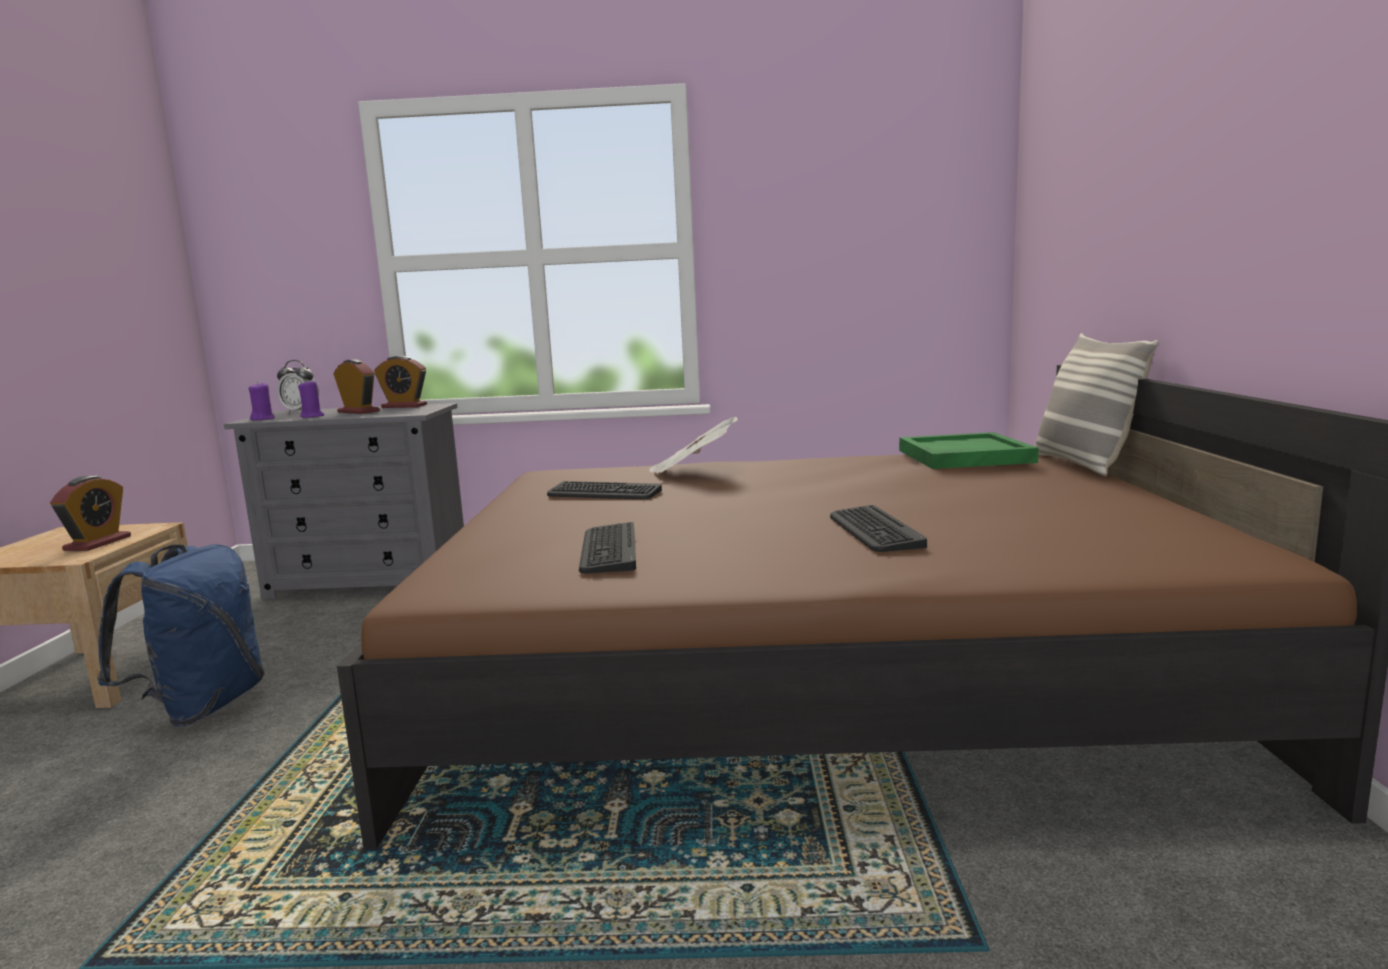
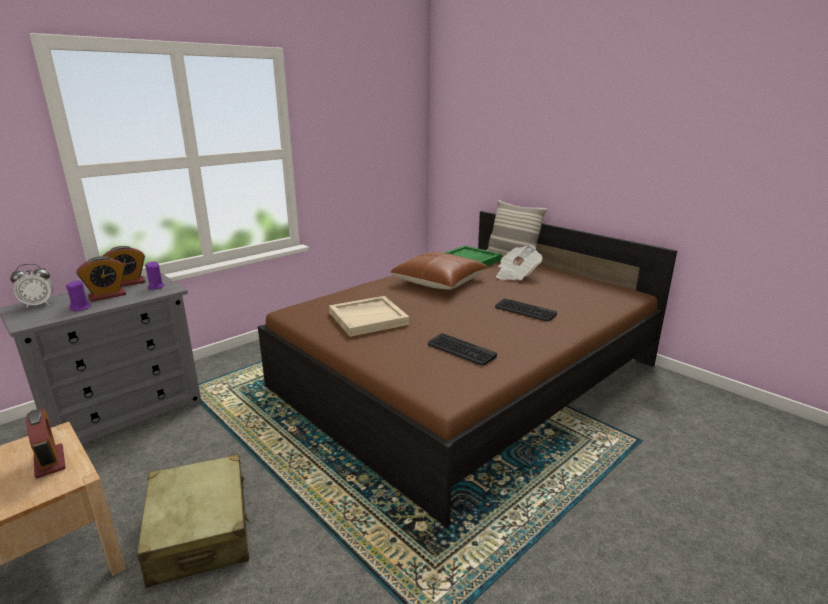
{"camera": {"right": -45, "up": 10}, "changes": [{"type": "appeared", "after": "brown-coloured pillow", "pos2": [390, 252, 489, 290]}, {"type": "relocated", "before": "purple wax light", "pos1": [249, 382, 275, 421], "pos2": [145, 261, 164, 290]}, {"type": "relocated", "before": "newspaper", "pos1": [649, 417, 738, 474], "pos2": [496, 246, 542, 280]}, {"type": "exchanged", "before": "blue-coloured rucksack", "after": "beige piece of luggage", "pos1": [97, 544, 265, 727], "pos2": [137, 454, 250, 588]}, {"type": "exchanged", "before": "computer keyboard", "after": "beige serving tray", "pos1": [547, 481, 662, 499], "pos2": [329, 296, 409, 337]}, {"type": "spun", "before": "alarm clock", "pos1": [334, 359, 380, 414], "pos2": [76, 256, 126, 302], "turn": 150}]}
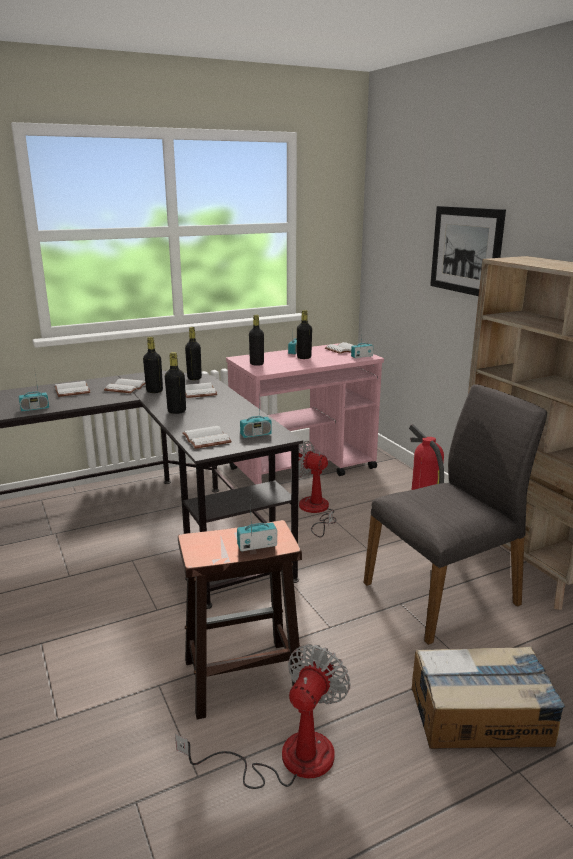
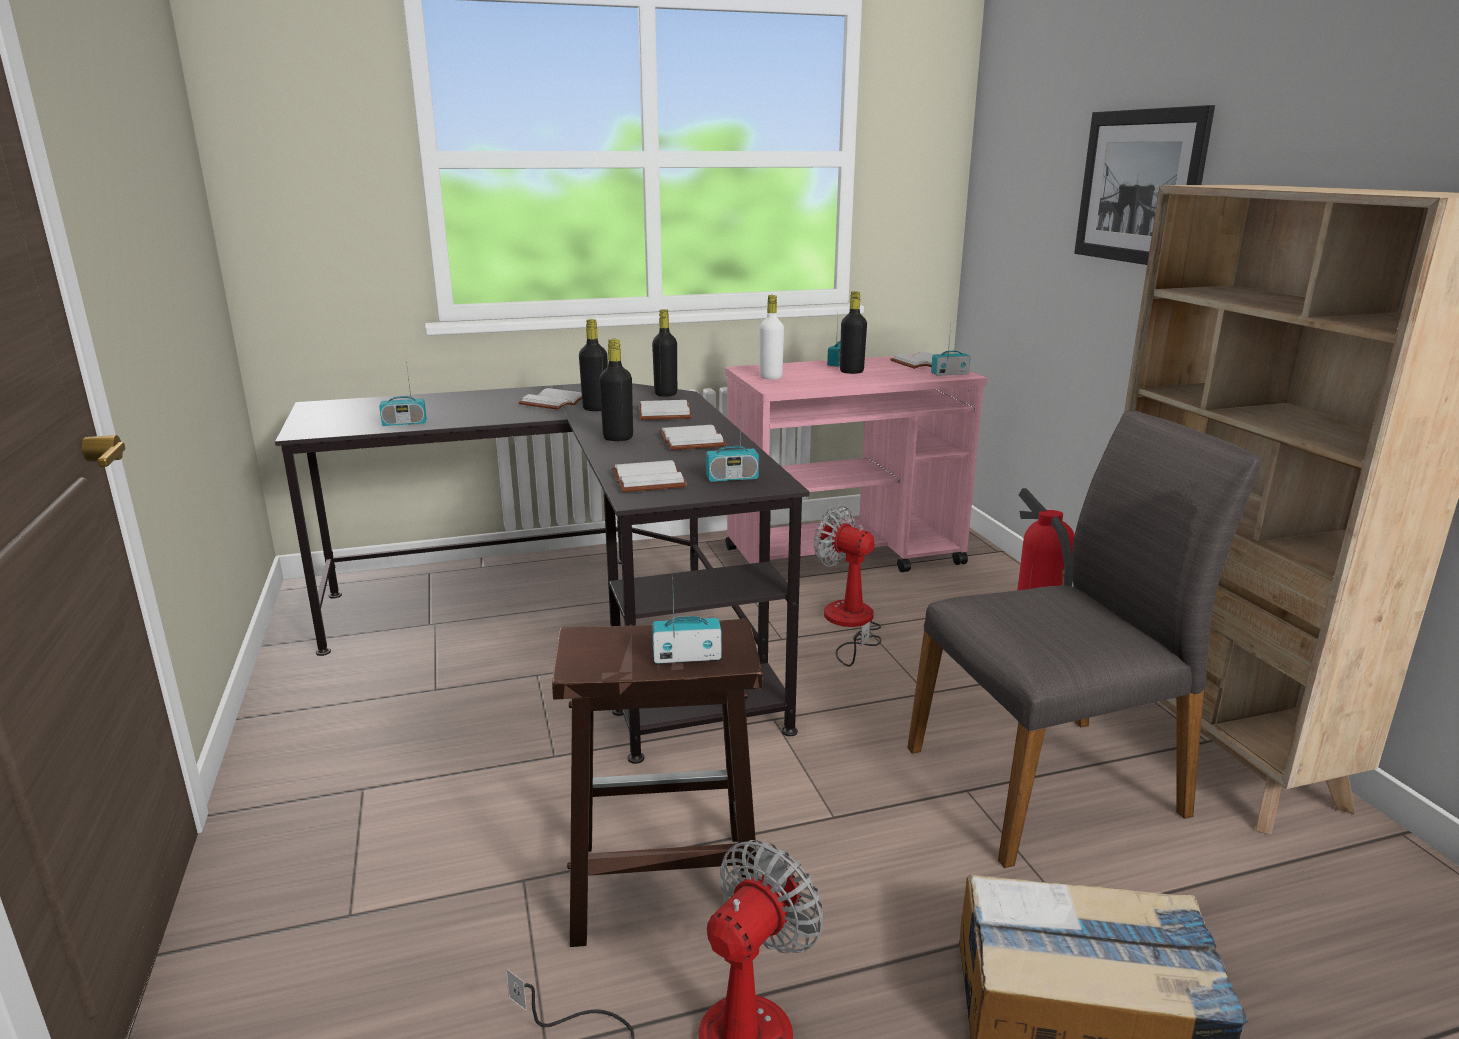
{"camera": {"right": 10, "up": 0}, "changes": [{"type": "relocated", "before": "whitish volume", "pos1": [55, 381, 91, 397], "pos2": [659, 425, 727, 450]}, {"type": "colour", "before": "black-coloured bottle", "after": "whitish bottle", "pos1": [249, 314, 264, 366], "pos2": [759, 295, 784, 379]}]}
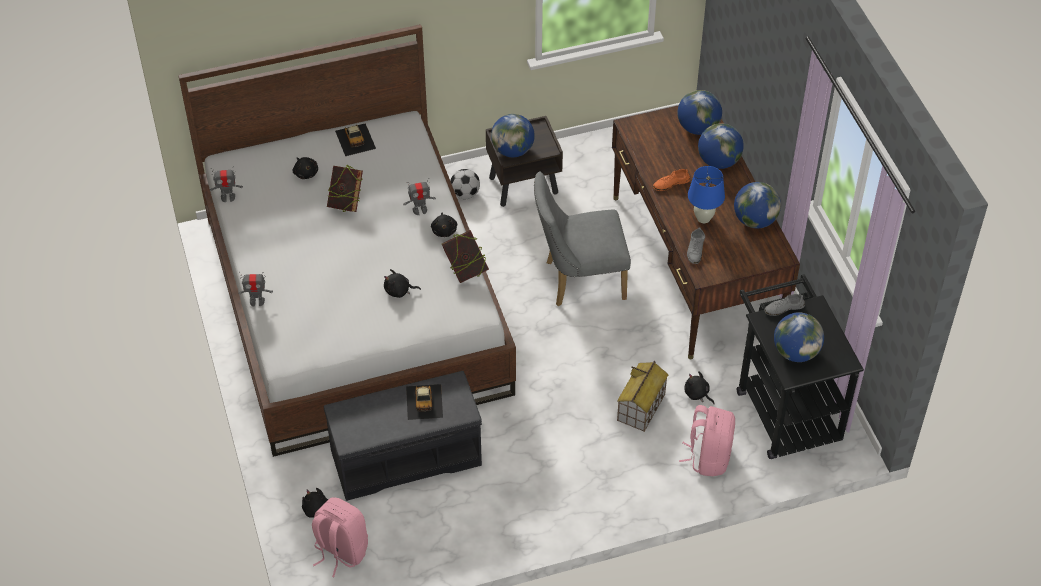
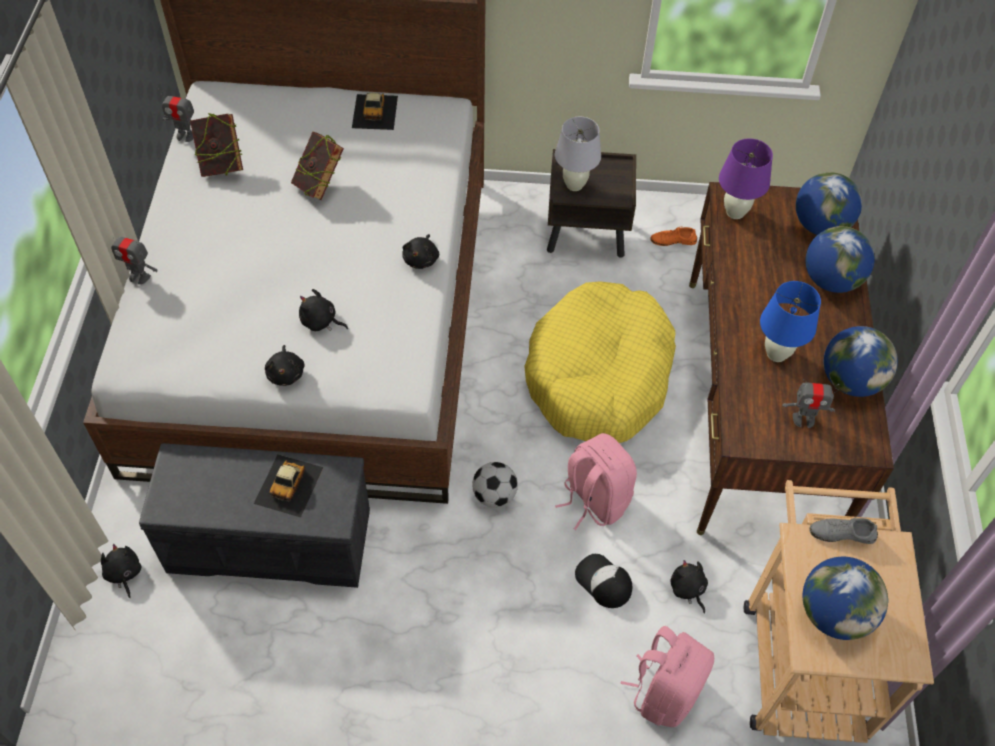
{"camera": {"right": 20, "up": 5}, "changes": [{"type": "missing", "before": "greyish item of footwear", "pos1": [687, 227, 705, 264]}, {"type": "appeared", "after": "purple lamp for a table", "pos2": [719, 138, 773, 219]}, {"type": "relocated", "before": "black-coloured cuddly toy", "pos1": [293, 157, 318, 179], "pos2": [265, 345, 305, 386]}, {"type": "relocated", "before": "pink-coloured rucksack", "pos1": [312, 497, 368, 577], "pos2": [555, 433, 637, 530]}, {"type": "relocated", "before": "toy robot", "pos1": [403, 178, 436, 215], "pos2": [782, 379, 839, 428]}, {"type": "relocated", "before": "volume", "pos1": [442, 230, 489, 283], "pos2": [190, 112, 243, 177]}, {"type": "relocated", "before": "football ball", "pos1": [450, 169, 480, 199], "pos2": [472, 462, 518, 508]}, {"type": "relocated", "before": "orange item of footwear", "pos1": [653, 169, 690, 191], "pos2": [650, 226, 697, 246]}, {"type": "exchanged", "before": "desk globe", "after": "whitish lamp for a table", "pos1": [491, 114, 535, 157], "pos2": [555, 117, 601, 191]}, {"type": "exchanged", "before": "greyish upright chair", "after": "yellowish dog bed", "pos1": [534, 172, 631, 306], "pos2": [524, 281, 676, 443]}, {"type": "exchanged", "before": "miniature house", "after": "baseball cap", "pos1": [617, 361, 669, 432], "pos2": [575, 554, 632, 608]}, {"type": "colour", "before": "black-coloured trolley", "after": "beige trolley", "pos1": [736, 274, 864, 459], "pos2": [744, 480, 934, 743]}]}
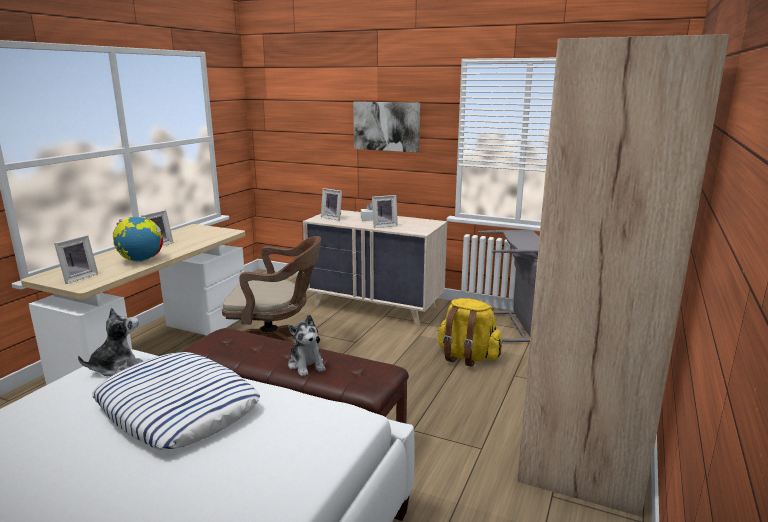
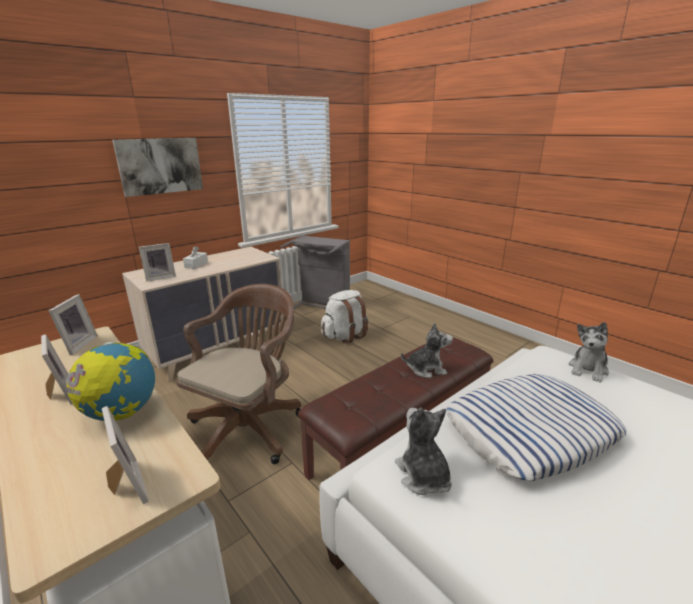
{"camera": {"right": -65, "up": 5}, "changes": [{"type": "missing", "before": "beige armoire", "pos1": [517, 34, 730, 517]}, {"type": "appeared", "after": "cuddly toy", "pos2": [569, 322, 609, 382]}, {"type": "relocated", "before": "picture frame", "pos1": [372, 195, 398, 228], "pos2": [48, 294, 98, 355]}, {"type": "colour", "before": "yellowish rucksack", "after": "whitish rucksack", "pos1": [438, 298, 502, 367], "pos2": [321, 290, 368, 344]}]}
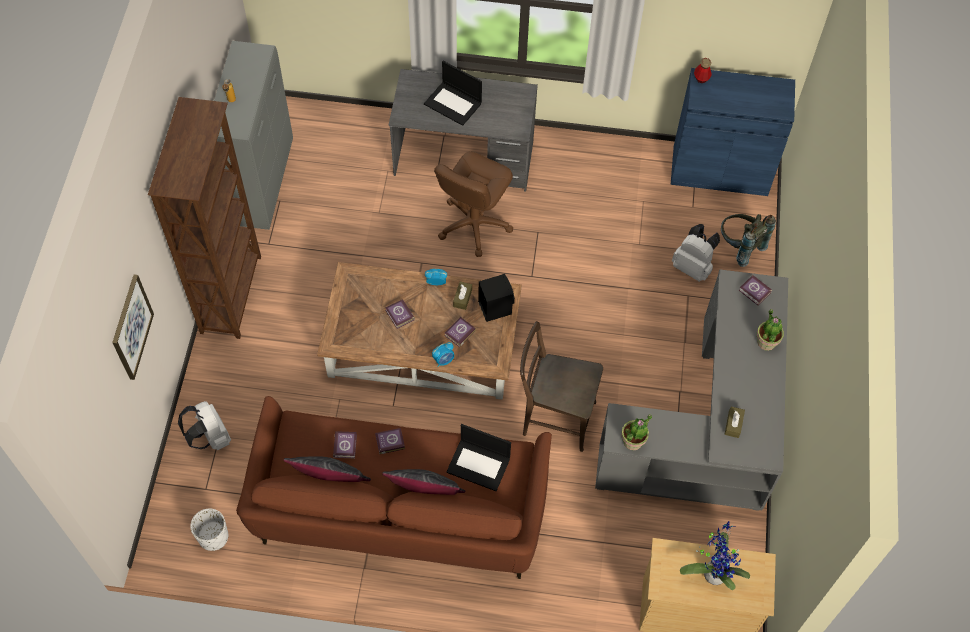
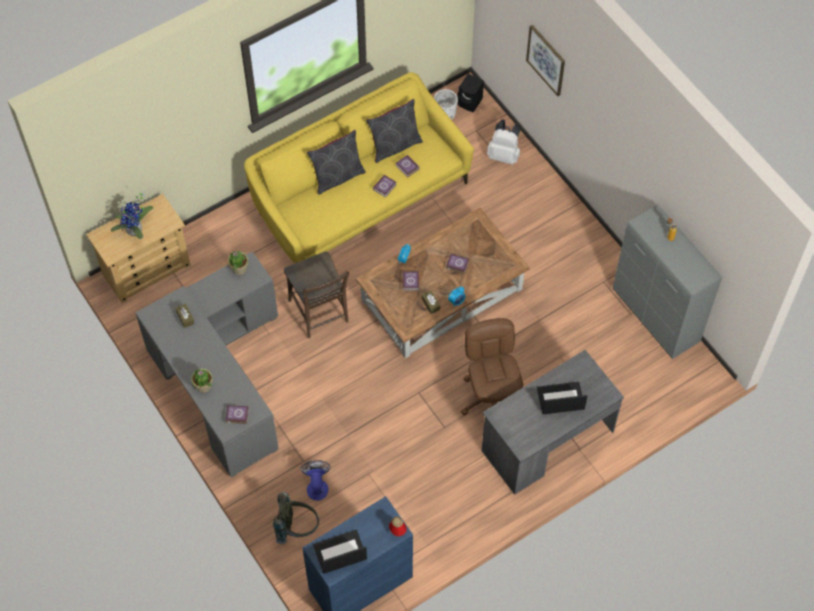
{"camera": {"right": 140, "up": 0}, "changes": [{"type": "missing", "before": "brown-coloured shelving unit", "pos1": [148, 97, 261, 339]}, {"type": "relocated", "before": "portable computer", "pos1": [446, 424, 511, 491], "pos2": [313, 530, 367, 574]}, {"type": "relocated", "before": "black-coloured audio speaker", "pos1": [478, 274, 515, 322], "pos2": [457, 74, 484, 112]}, {"type": "exchanged", "before": "whitish rucksack", "after": "electric fan", "pos1": [672, 224, 720, 282], "pos2": [300, 460, 331, 501]}, {"type": "colour", "before": "brown-coloured sofa", "after": "yellowish sofa", "pos1": [236, 396, 552, 579], "pos2": [244, 72, 474, 263]}, {"type": "spun", "before": "brown-coloured upright chair", "pos1": [520, 321, 603, 452], "pos2": [284, 252, 349, 338], "turn": 90}]}
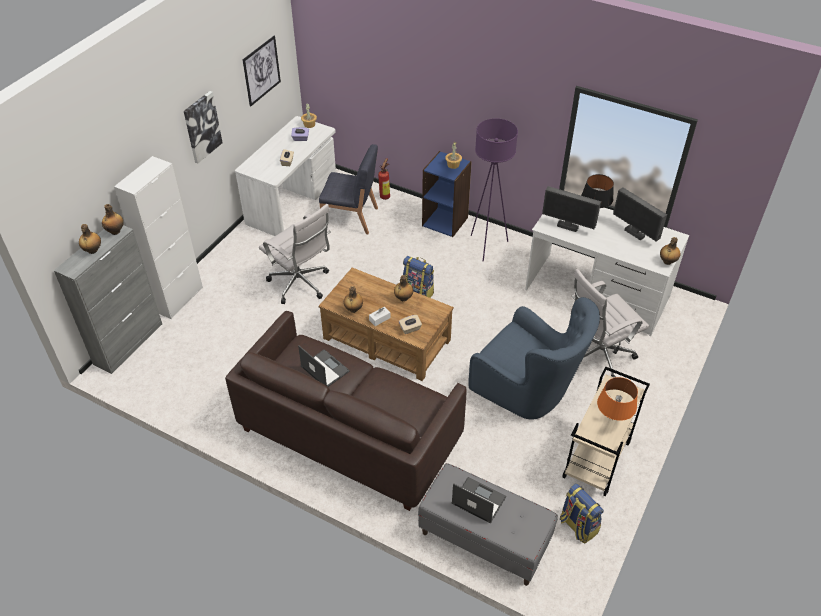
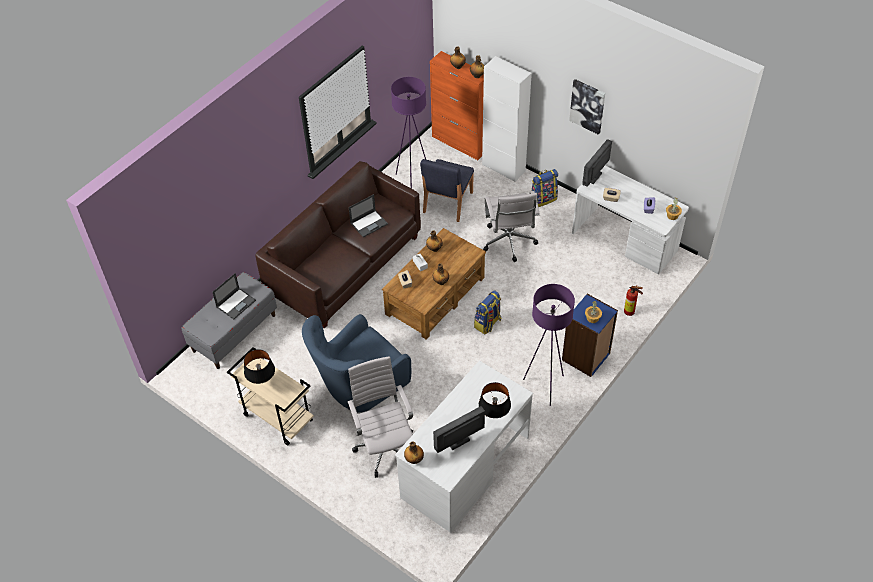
{"camera": {"right": 100, "up": 5}, "changes": [{"type": "missing", "before": "wall art", "pos1": [242, 36, 281, 107]}, {"type": "appeared", "after": "purple floor lamp", "pos2": [391, 77, 426, 189]}, {"type": "relocated", "before": "blue-coloured upright chair", "pos1": [319, 144, 378, 234], "pos2": [420, 159, 474, 222]}, {"type": "relocated", "before": "computer screen", "pos1": [542, 186, 601, 232], "pos2": [582, 139, 612, 187]}, {"type": "relocated", "before": "rucksack", "pos1": [560, 483, 604, 543], "pos2": [532, 169, 558, 207]}, {"type": "colour", "before": "greyish cabinet", "after": "orange cabinet", "pos1": [54, 225, 162, 374], "pos2": [430, 51, 484, 160]}, {"type": "colour", "before": "orange lamp for a table", "after": "black-coloured lamp for a table", "pos1": [597, 377, 638, 421], "pos2": [244, 349, 275, 384]}, {"type": "spun", "before": "whitish desk chair", "pos1": [259, 204, 331, 304], "pos2": [483, 191, 539, 262], "turn": -60}]}
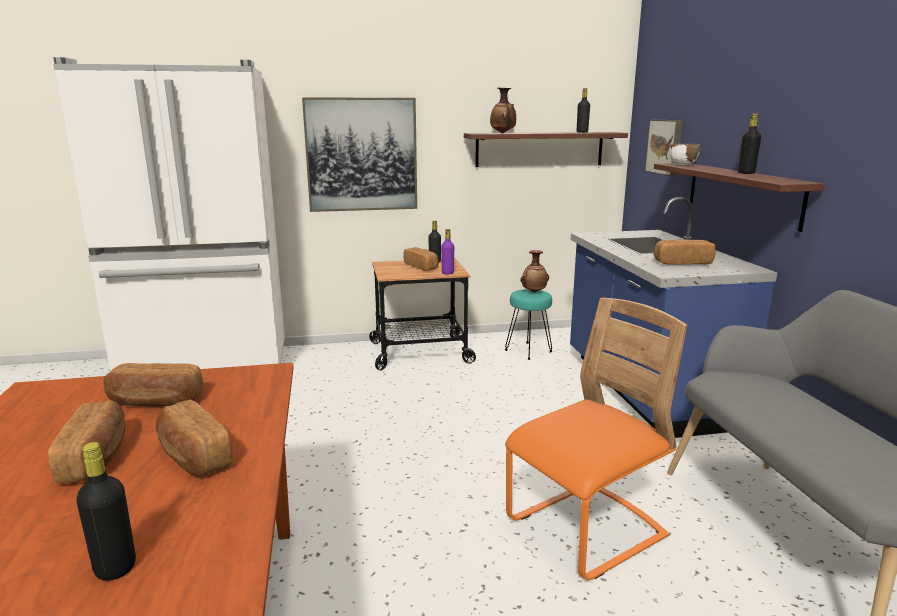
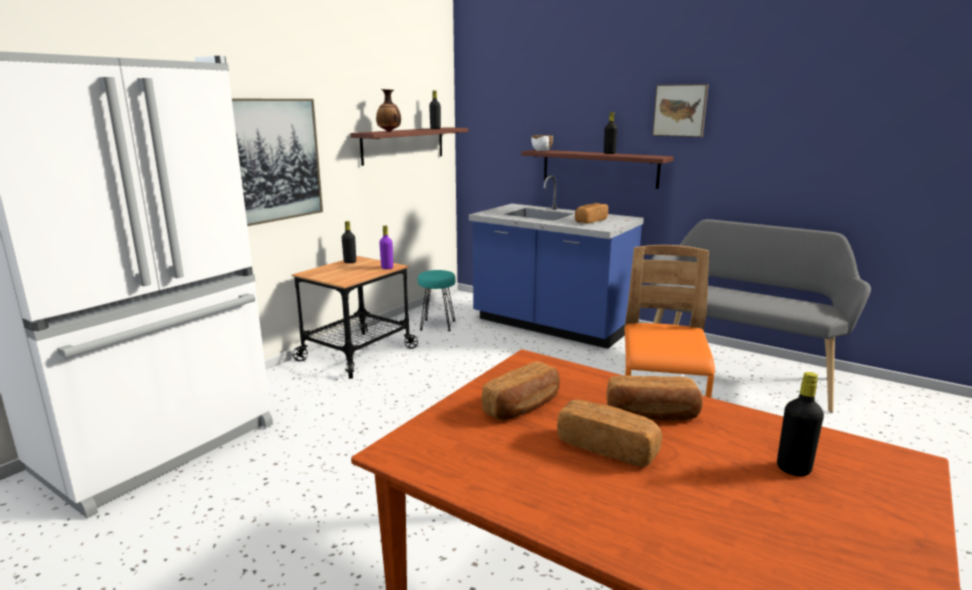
{"camera": {"right": -45, "up": 0}, "changes": [{"type": "missing", "before": "baked bread", "pos1": [404, 247, 439, 271]}, {"type": "missing", "before": "vase", "pos1": [520, 250, 549, 293]}, {"type": "relocated", "before": "wall art", "pos1": [645, 119, 683, 176], "pos2": [652, 84, 709, 137]}]}
